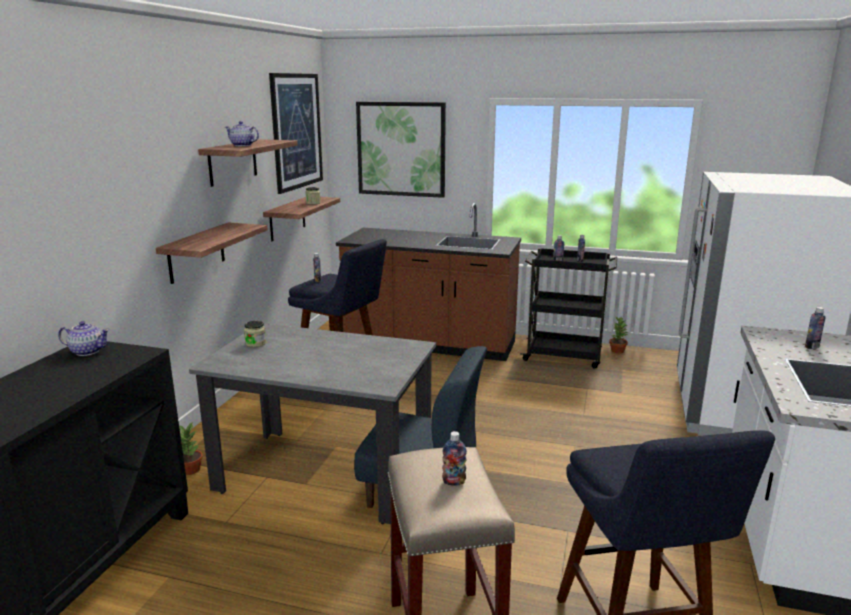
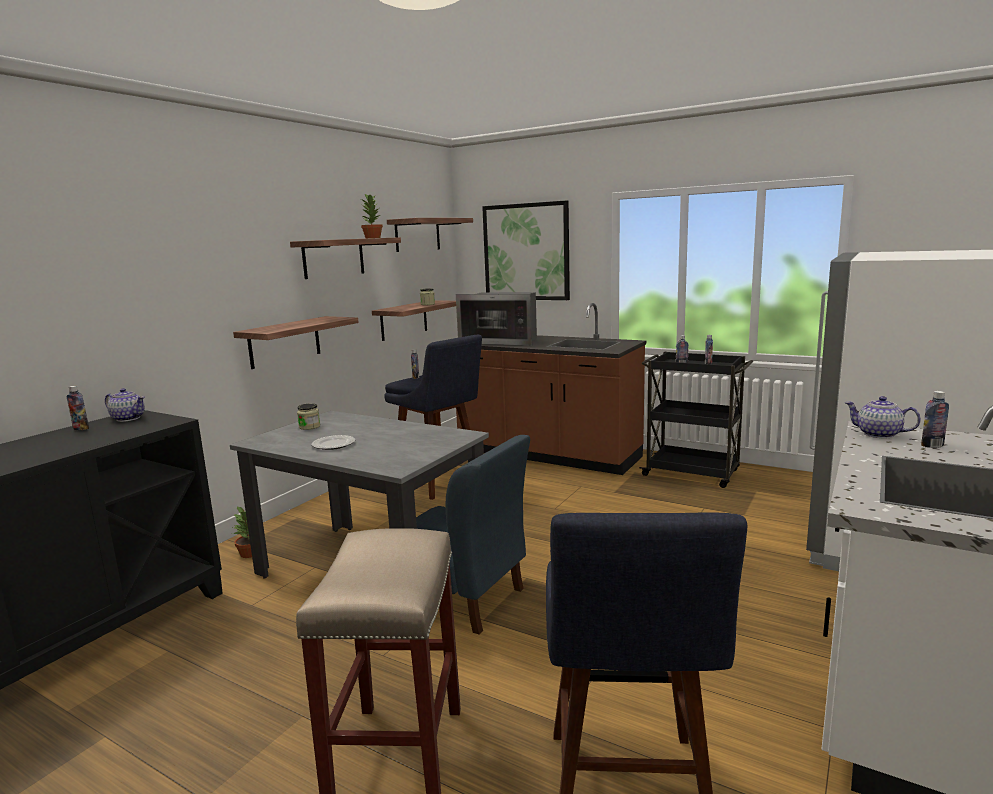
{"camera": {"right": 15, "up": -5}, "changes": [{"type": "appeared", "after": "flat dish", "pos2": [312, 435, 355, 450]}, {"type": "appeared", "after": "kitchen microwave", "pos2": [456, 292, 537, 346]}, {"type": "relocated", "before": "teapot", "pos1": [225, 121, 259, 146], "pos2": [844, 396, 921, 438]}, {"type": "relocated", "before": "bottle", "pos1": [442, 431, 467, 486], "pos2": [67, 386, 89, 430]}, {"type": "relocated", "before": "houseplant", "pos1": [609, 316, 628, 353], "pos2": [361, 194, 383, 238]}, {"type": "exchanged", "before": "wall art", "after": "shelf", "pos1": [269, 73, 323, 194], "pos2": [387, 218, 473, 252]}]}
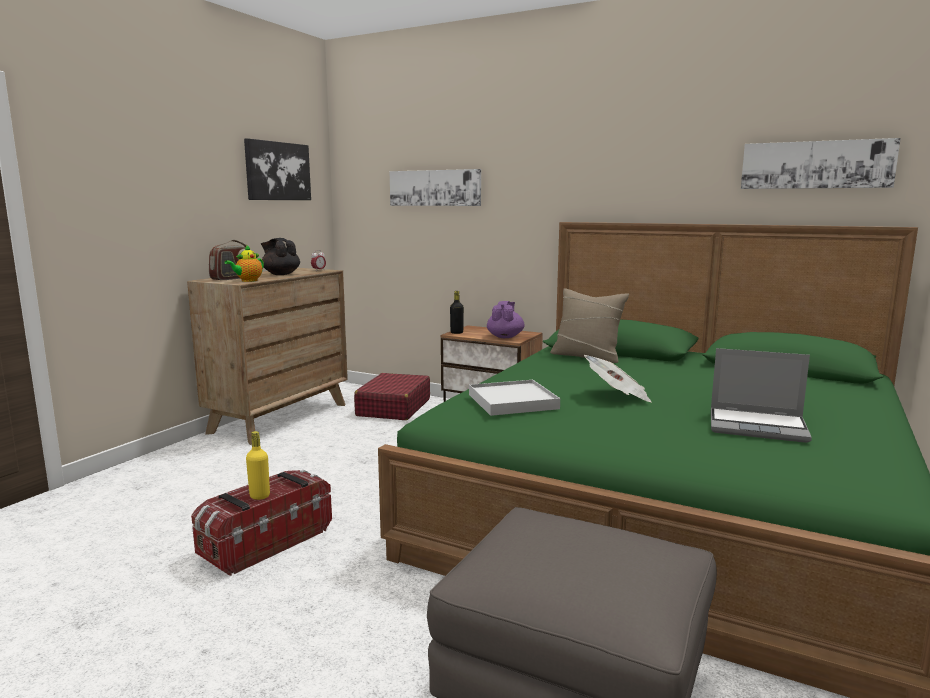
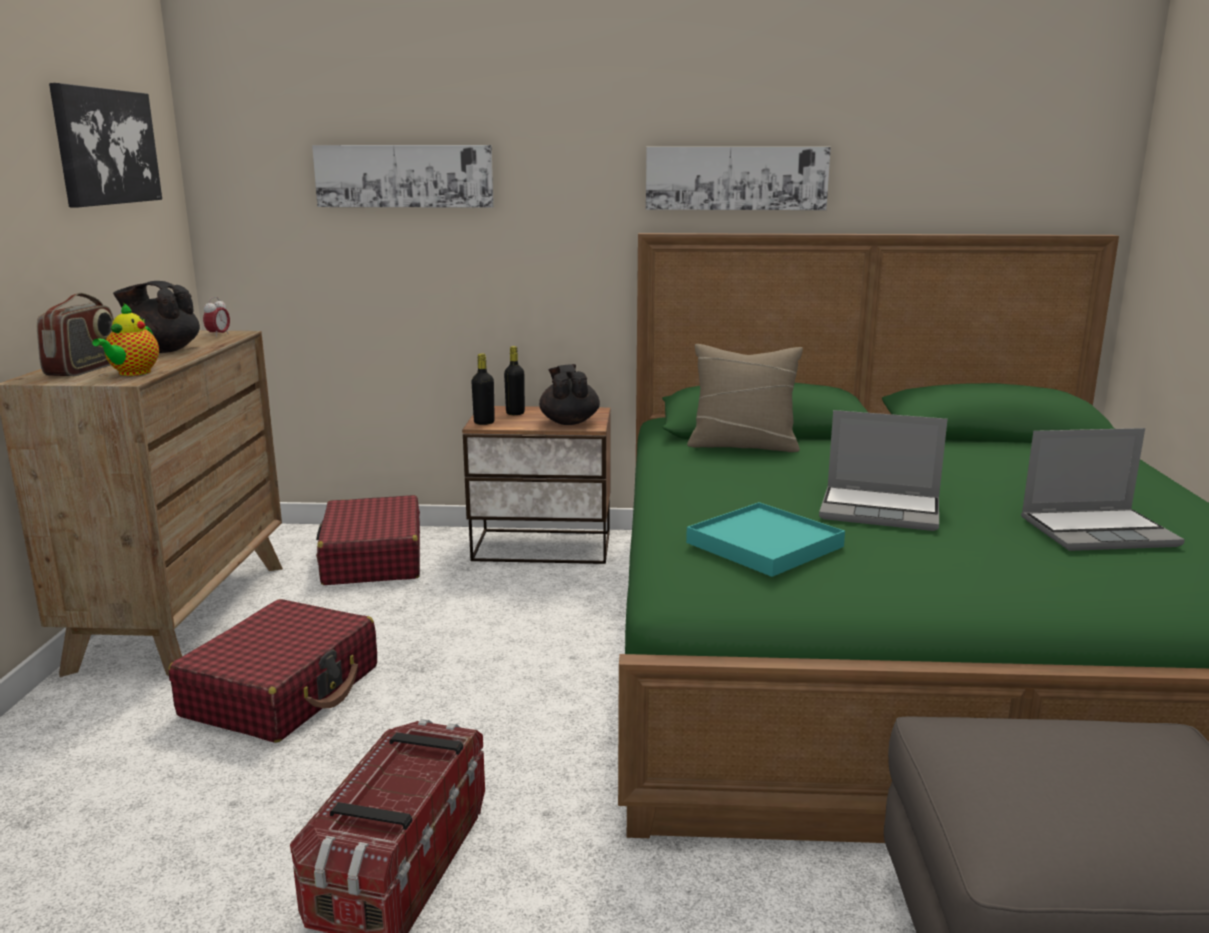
{"camera": {"right": -25, "up": 5}, "changes": [{"type": "missing", "before": "yellowish bottle", "pos1": [246, 431, 270, 500]}, {"type": "appeared", "after": "red-coloured piece of luggage", "pos2": [168, 599, 377, 743]}, {"type": "appeared", "after": "black-coloured bottle", "pos2": [504, 346, 525, 415]}, {"type": "relocated", "before": "wall art", "pos1": [741, 138, 901, 189], "pos2": [646, 147, 831, 210]}, {"type": "exchanged", "before": "newspaper", "after": "portable computer", "pos1": [584, 355, 651, 402], "pos2": [819, 410, 948, 531]}, {"type": "colour", "before": "whitish serving tray", "after": "turquoise-coloured serving tray", "pos1": [469, 380, 560, 416], "pos2": [686, 502, 845, 577]}, {"type": "colour", "before": "purple teapot", "after": "black-coloured teapot", "pos1": [487, 301, 525, 338], "pos2": [539, 364, 600, 425]}]}
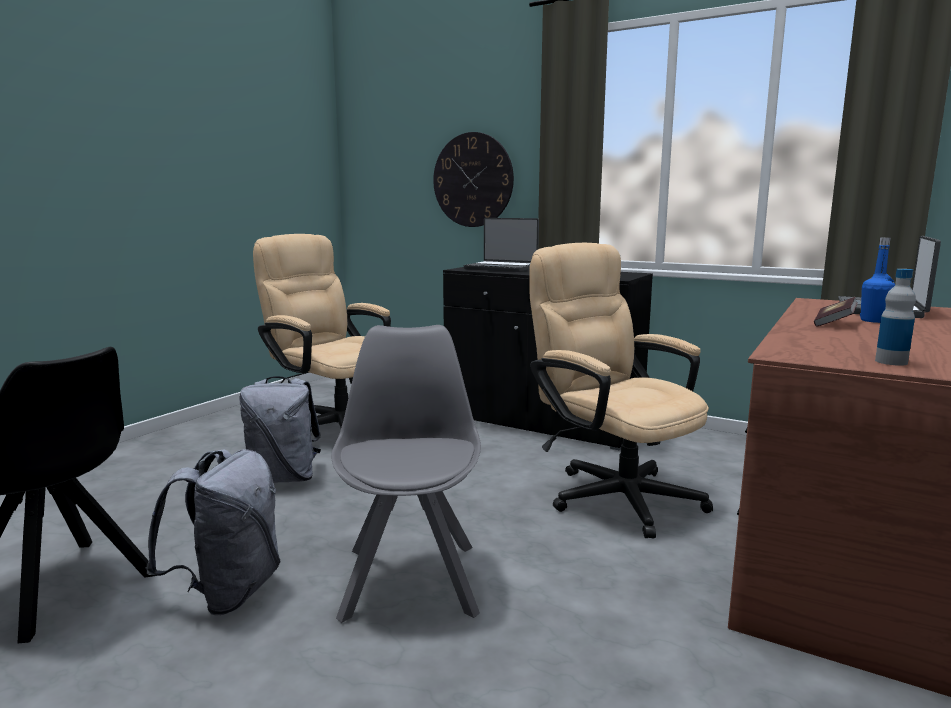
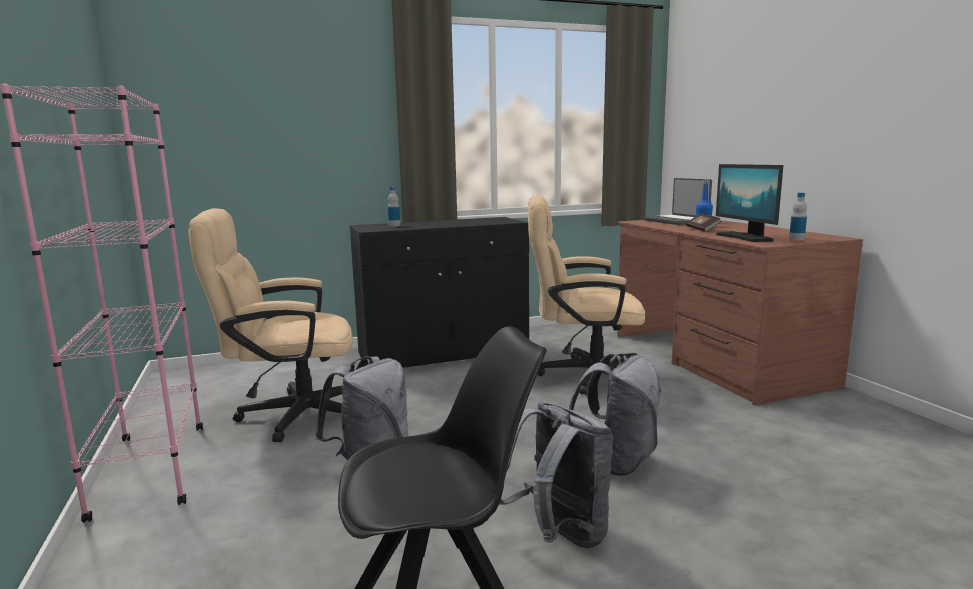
{"camera": {"right": -50, "up": 0}, "changes": [{"type": "missing", "before": "hanging clock", "pos1": [433, 132, 514, 227]}, {"type": "appeared", "after": "pink-coloured shelving unit", "pos2": [0, 84, 203, 523]}, {"type": "appeared", "after": "computer screen", "pos2": [716, 164, 783, 242]}, {"type": "exchanged", "before": "greyish upright chair", "after": "greyish rucksack", "pos1": [331, 325, 481, 623], "pos2": [569, 353, 661, 476]}, {"type": "exchanged", "before": "portable computer", "after": "bottle", "pos1": [464, 218, 539, 272], "pos2": [388, 186, 400, 227]}]}
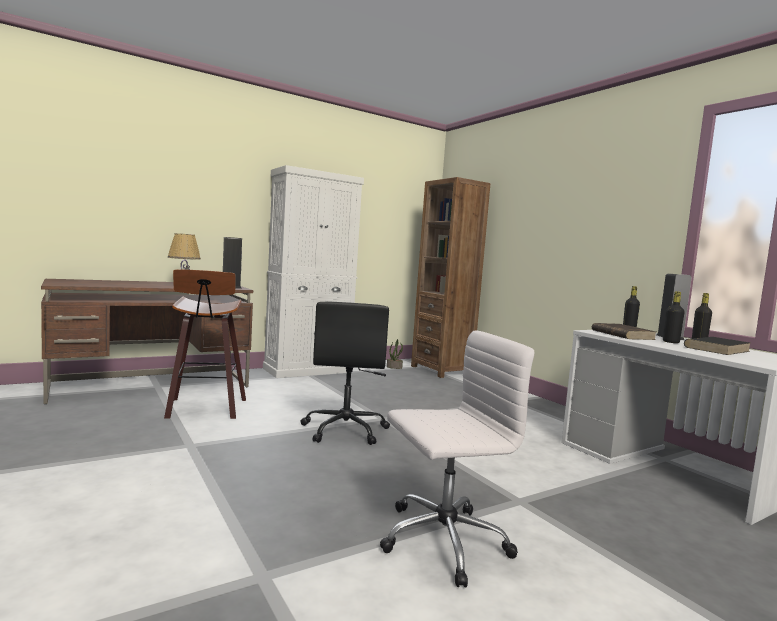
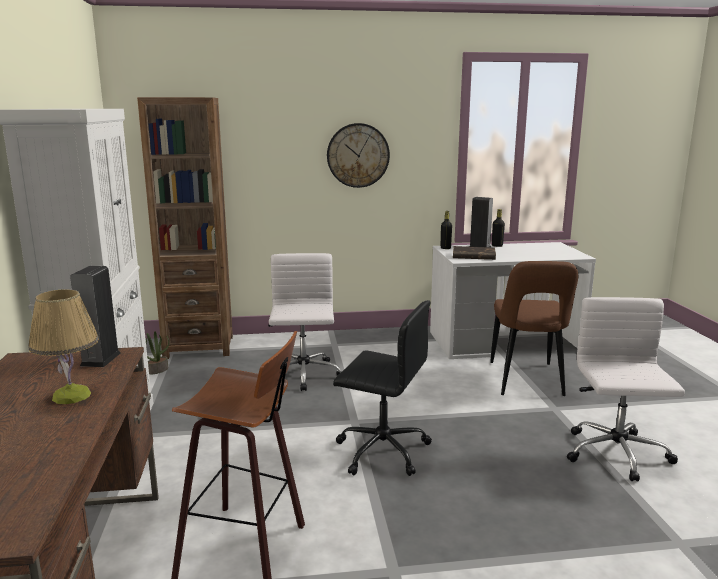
{"camera": {"right": -65, "up": 10}, "changes": [{"type": "missing", "before": "black-coloured bottle", "pos1": [663, 291, 685, 343]}, {"type": "missing", "before": "black-coloured volume", "pos1": [684, 337, 750, 355]}, {"type": "appeared", "after": "whitish desk chair", "pos2": [268, 253, 342, 391]}, {"type": "appeared", "after": "hanging clock", "pos2": [327, 123, 390, 188]}, {"type": "appeared", "after": "brown-coloured upright chair", "pos2": [490, 261, 578, 396]}]}
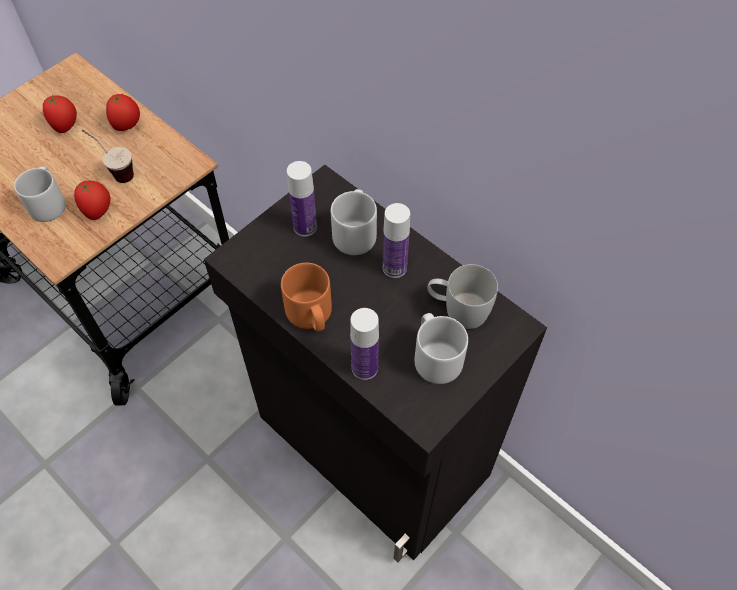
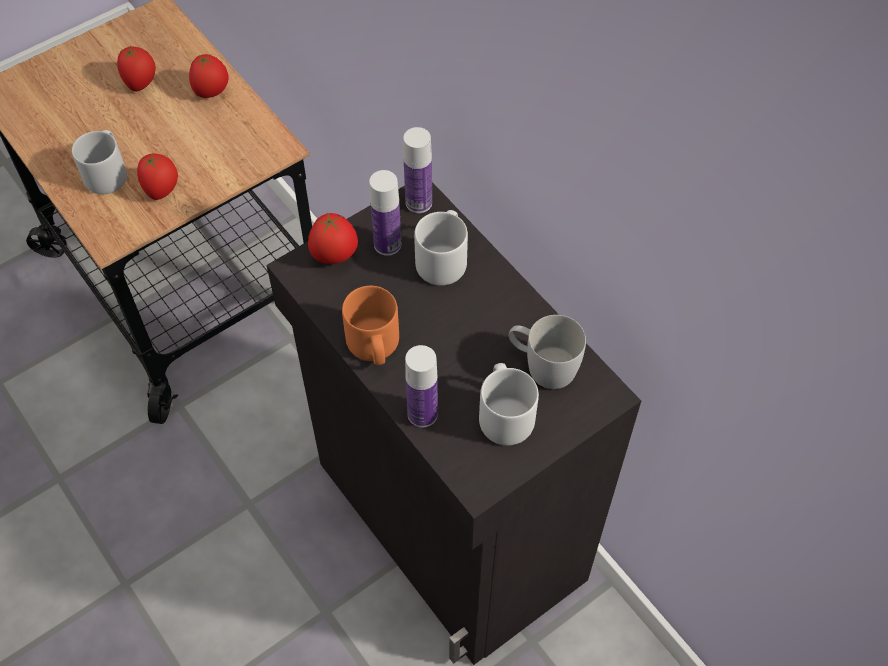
{"camera": {"right": 10, "up": 0}, "changes": [{"type": "missing", "before": "drinking cup", "pos1": [82, 129, 134, 183]}, {"type": "appeared", "after": "tomato", "pos2": [308, 212, 358, 264]}, {"type": "relocated", "before": "bottle", "pos1": [383, 203, 410, 278], "pos2": [403, 127, 432, 213]}]}
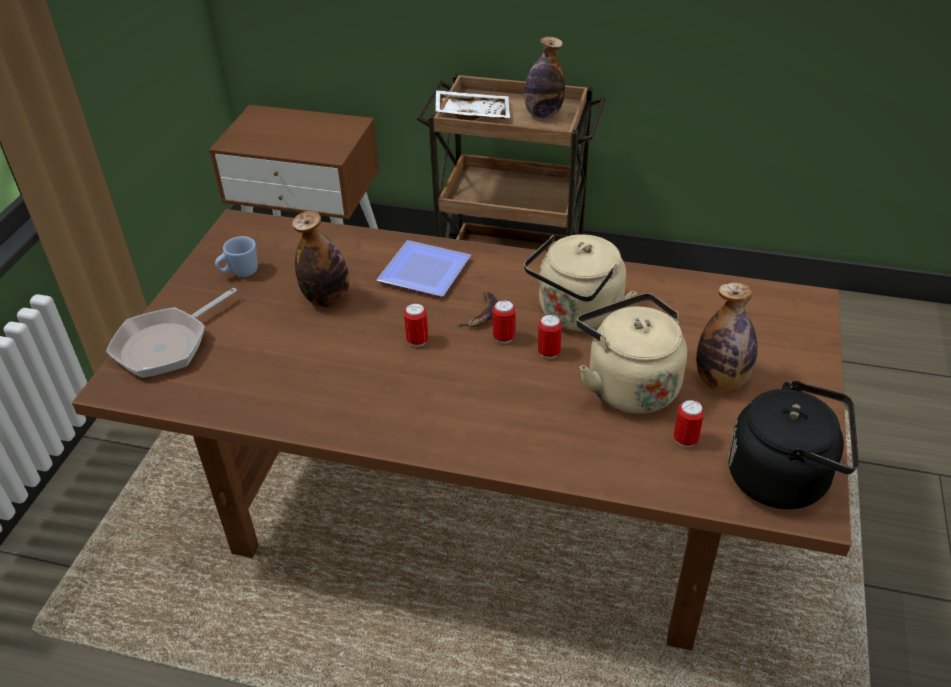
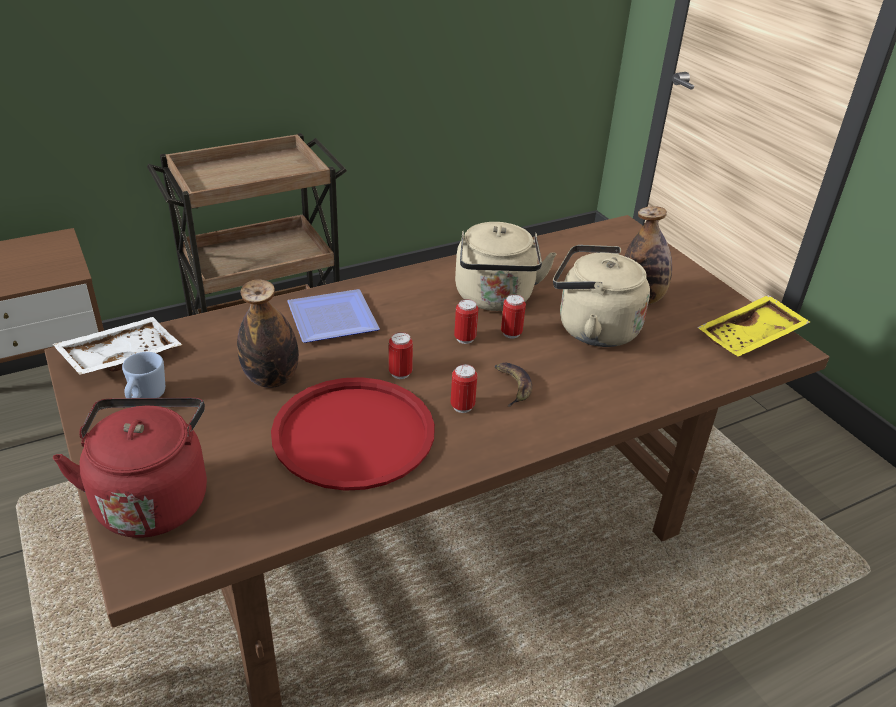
{"camera": {"right": -45, "up": -5}, "changes": [{"type": "missing", "before": "bottle", "pos1": [524, 37, 565, 118]}, {"type": "appeared", "after": "red-coloured serving tray", "pos2": [271, 377, 435, 491]}, {"type": "relocated", "before": "whitish serving tray", "pos1": [435, 90, 510, 120], "pos2": [52, 317, 182, 375]}, {"type": "relocated", "before": "whole banana", "pos1": [456, 292, 498, 327], "pos2": [494, 363, 532, 407]}, {"type": "relocated", "before": "can", "pos1": [674, 400, 704, 447], "pos2": [451, 364, 477, 413]}, {"type": "exchanged", "before": "skillet", "after": "red-coloured tea kettle", "pos1": [106, 288, 237, 378], "pos2": [53, 398, 207, 538]}, {"type": "exchanged", "before": "black-coloured tea kettle", "after": "yellowish serving tray", "pos1": [728, 381, 859, 509], "pos2": [697, 295, 810, 356]}]}
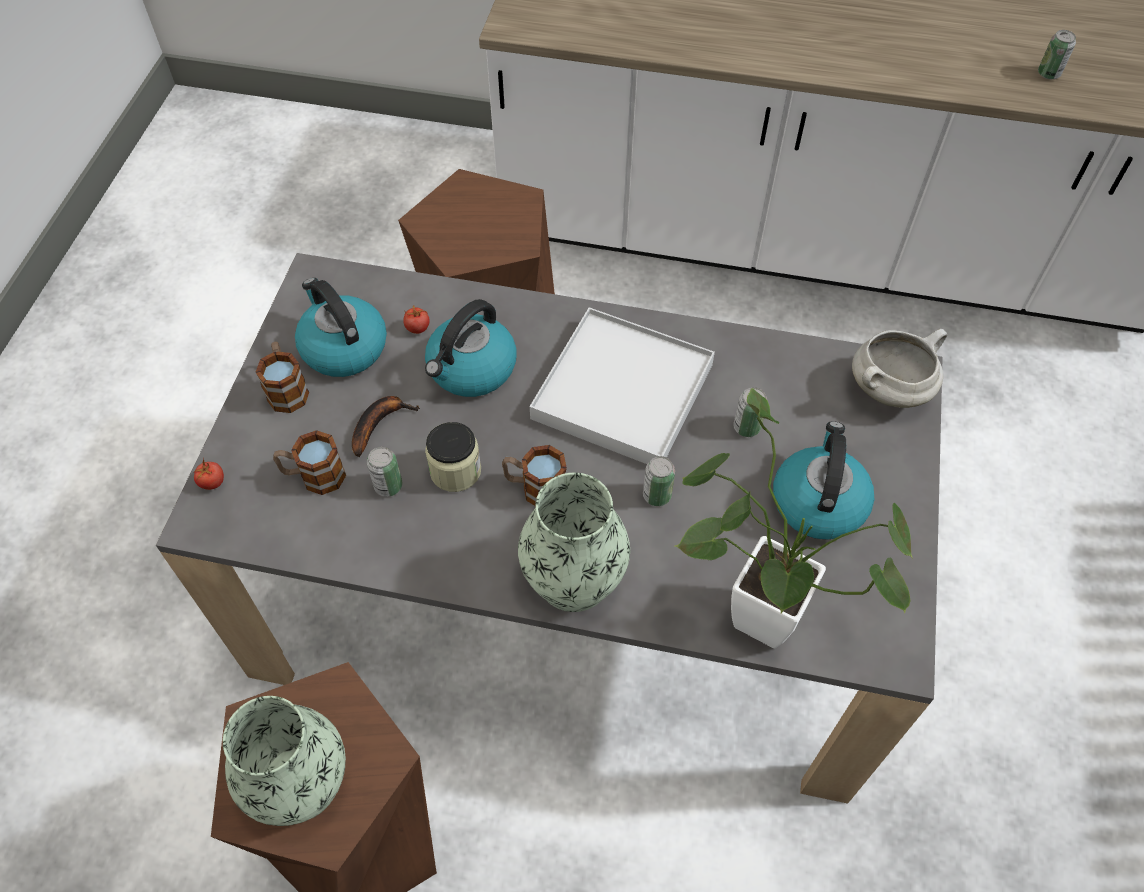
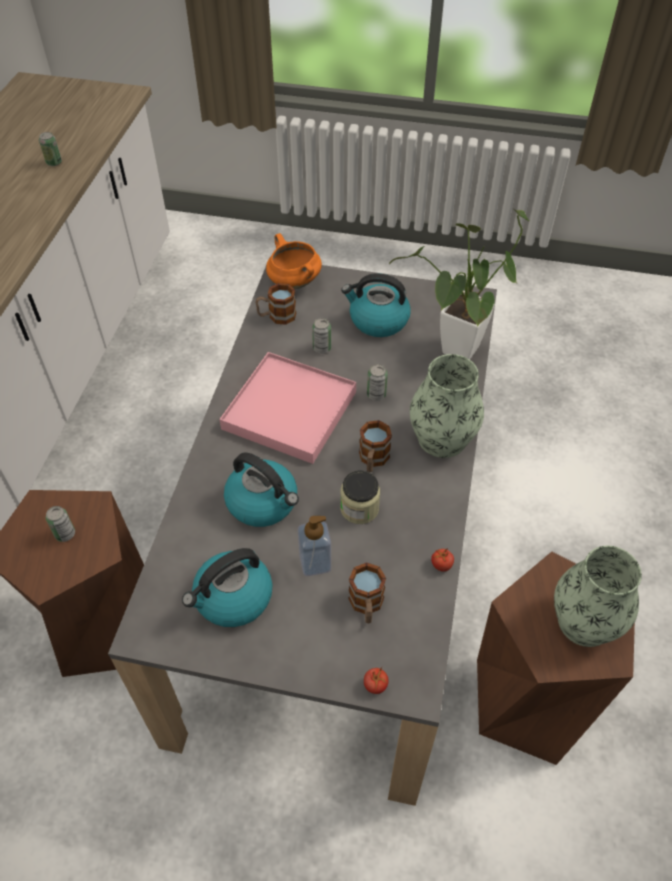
{"camera": {"right": -90, "up": -5}, "changes": [{"type": "relocated", "before": "mug", "pos1": [255, 342, 309, 413], "pos2": [256, 283, 296, 325]}, {"type": "relocated", "before": "can", "pos1": [367, 447, 402, 497], "pos2": [46, 506, 75, 542]}, {"type": "relocated", "before": "tomato", "pos1": [403, 305, 430, 334], "pos2": [431, 547, 454, 572]}, {"type": "exchanged", "before": "whole banana", "after": "soap bottle", "pos1": [352, 396, 420, 457], "pos2": [298, 516, 331, 576]}, {"type": "colour", "before": "whitish serving tray", "after": "pink-coloured serving tray", "pos1": [530, 307, 715, 464], "pos2": [219, 352, 356, 464]}, {"type": "colour", "before": "whitish stockpot", "after": "orange stockpot", "pos1": [852, 329, 947, 408], "pos2": [266, 233, 322, 289]}]}
